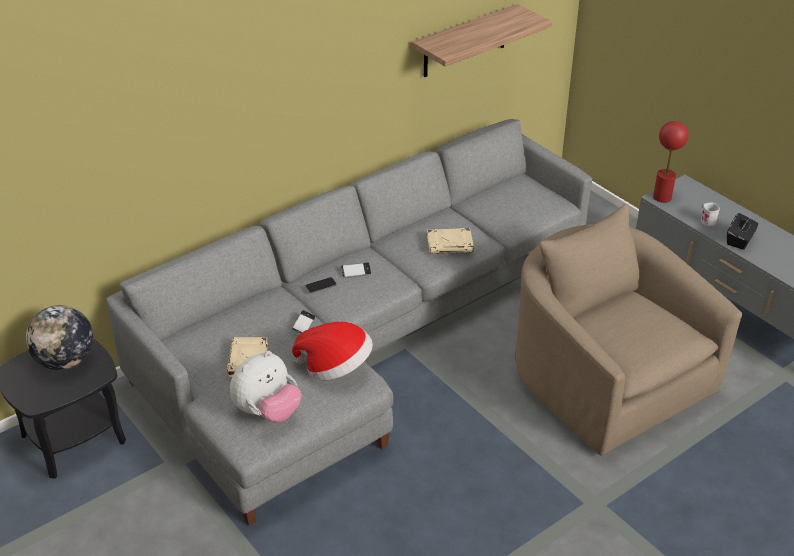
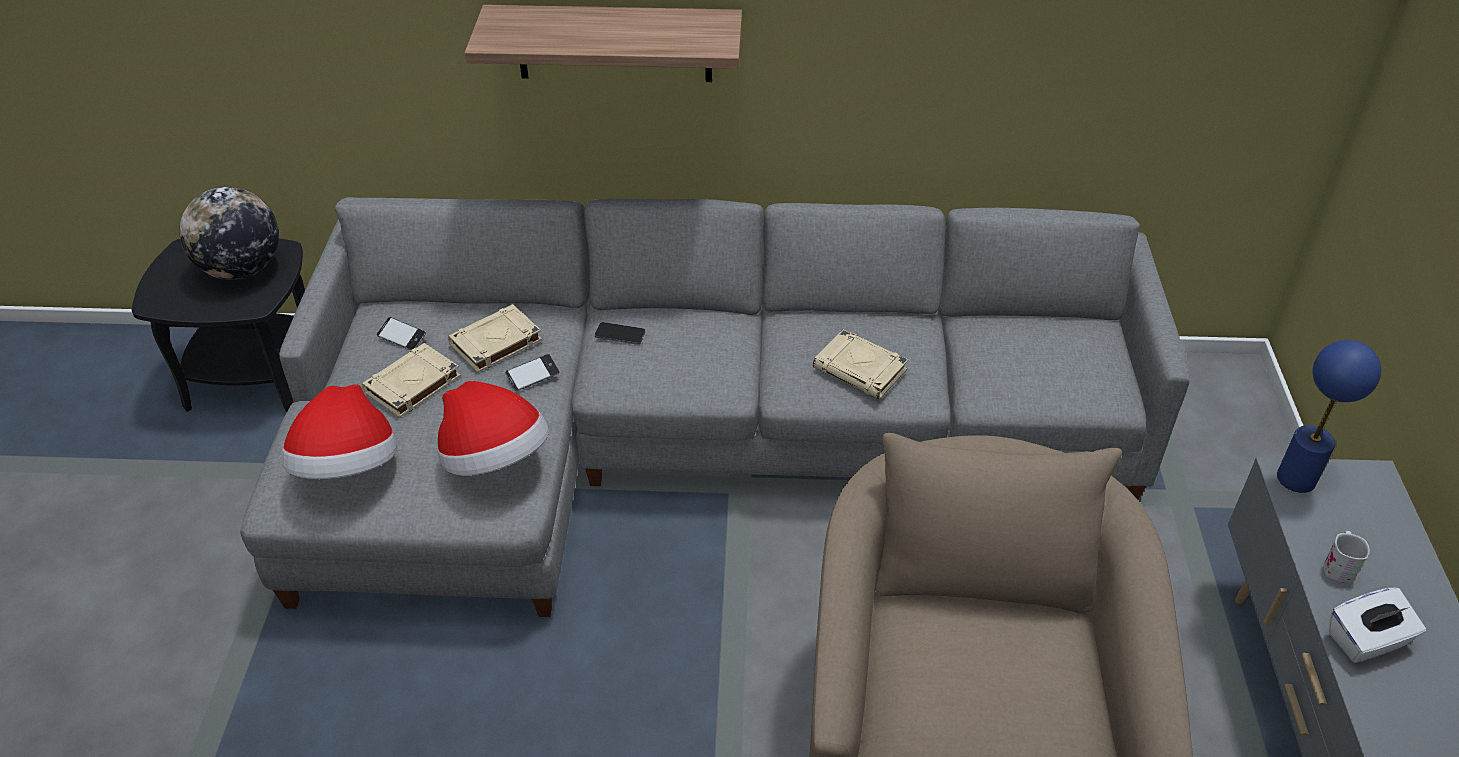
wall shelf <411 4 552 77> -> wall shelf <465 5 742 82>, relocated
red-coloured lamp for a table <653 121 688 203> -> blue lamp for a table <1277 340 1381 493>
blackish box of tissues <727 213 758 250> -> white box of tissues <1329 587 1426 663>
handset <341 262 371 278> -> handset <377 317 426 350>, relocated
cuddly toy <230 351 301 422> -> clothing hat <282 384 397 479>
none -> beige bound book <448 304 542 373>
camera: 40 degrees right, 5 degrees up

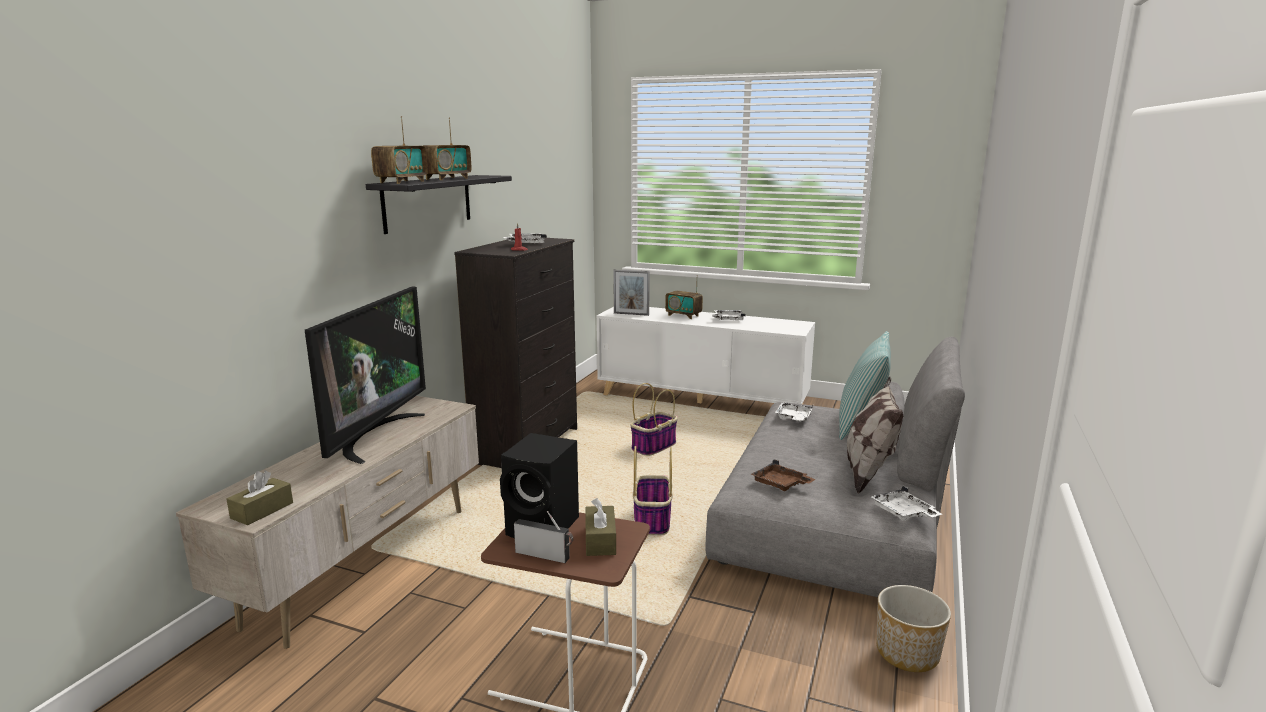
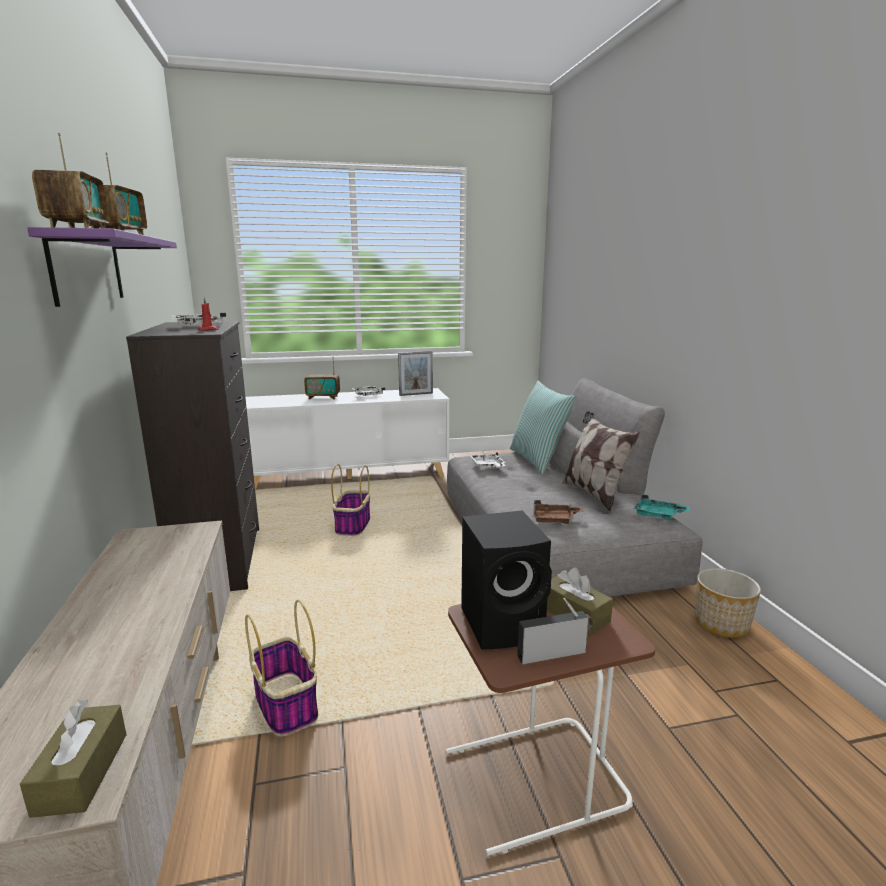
blackish wall shelf <366 175 512 234> -> purple wall shelf <27 227 177 307>
standing frame <613 270 650 316> -> standing frame <398 351 433 396>, relocated
television <305 287 426 464> -> none
basket <633 446 673 535> -> basket <245 600 318 736>, relocated
white tray <871 486 942 521> -> turquoise tray <634 494 690 520>
camera: 35 degrees left, 0 degrees up

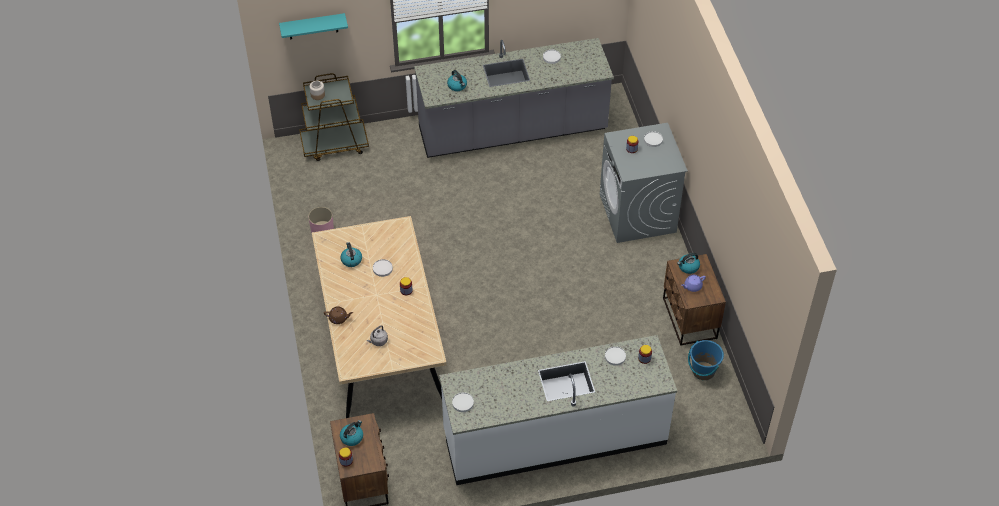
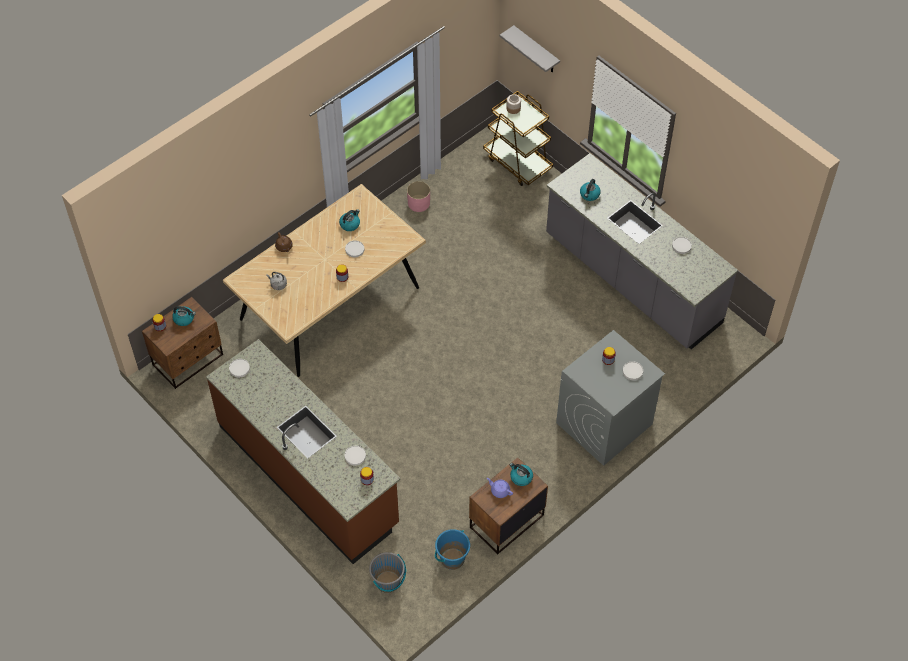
turquoise wall shelf <279 13 348 39> -> greyish wall shelf <499 25 560 72>
white kitchen counter <439 335 677 485> -> brown kitchen counter <206 339 401 564>
none -> greyish pail <369 552 406 593>
camera: 60 degrees right, 5 degrees up

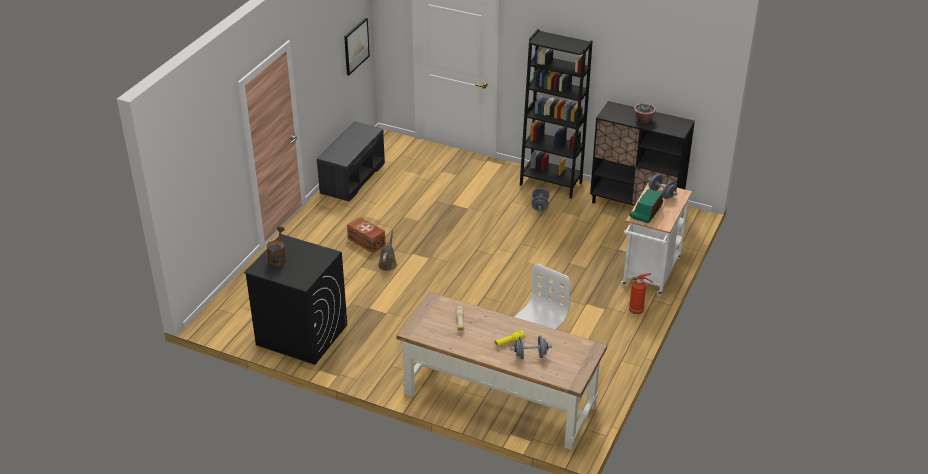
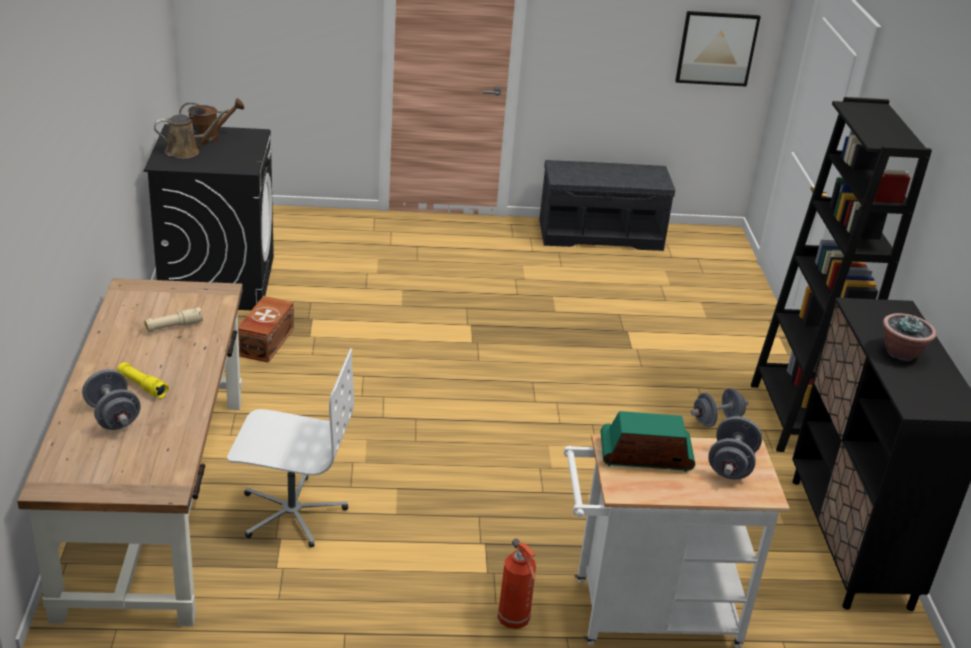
brown storage bin <347 217 386 253> -> brown storage bin <238 296 294 363>, relocated
brown sprinkling can <378 230 397 271> -> brown sprinkling can <154 109 229 159>, relocated
camera: 60 degrees right, 5 degrees down

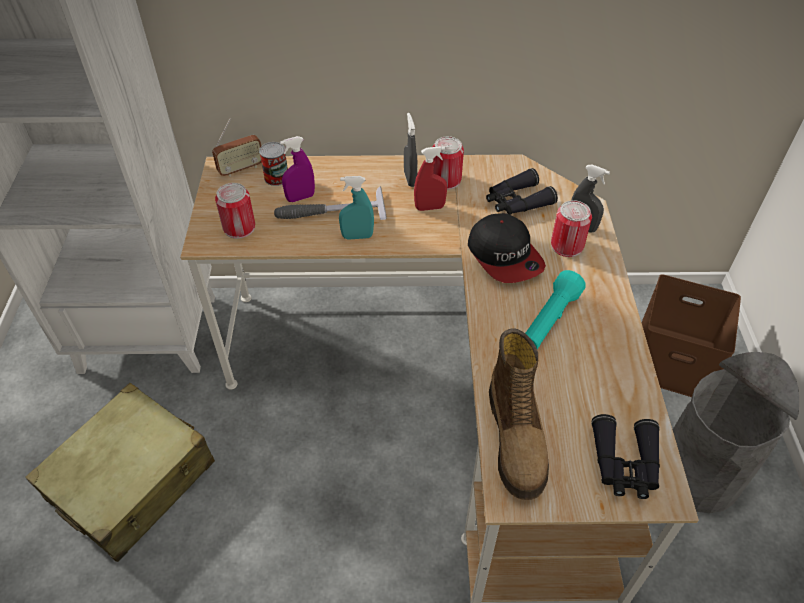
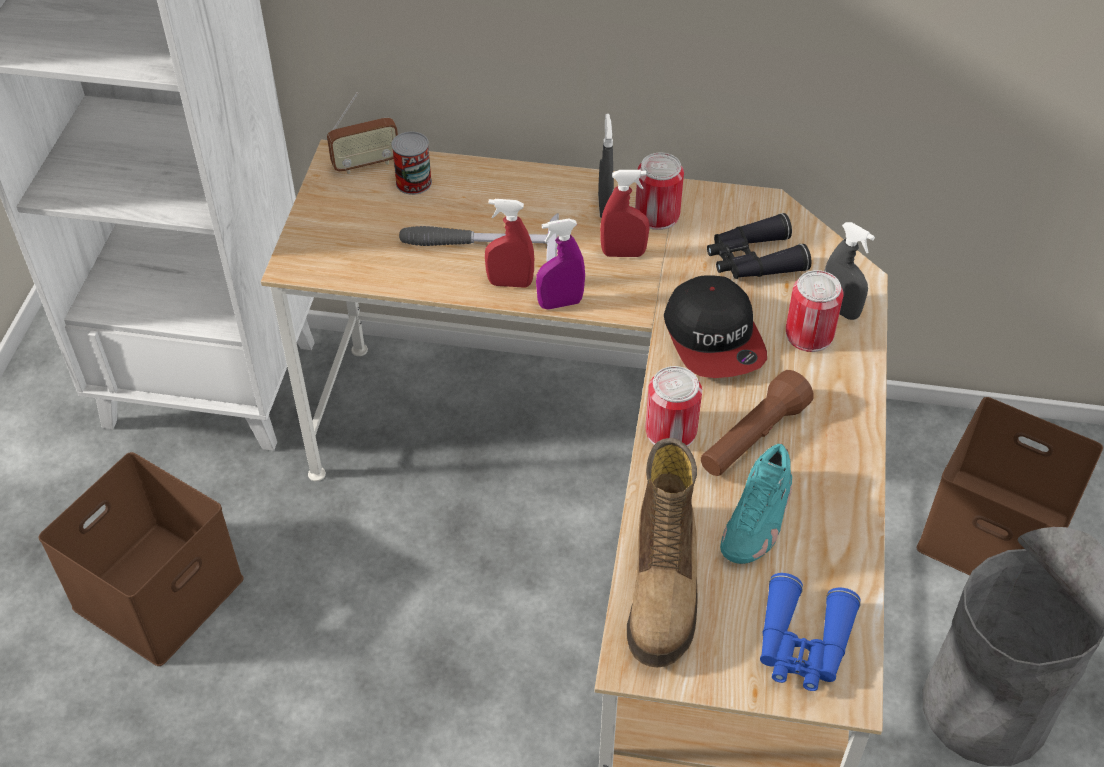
purple spray bottle <280 136 315 202> -> purple spray bottle <536 219 585 310>, relocated
turquoise spray bottle <339 176 374 240> -> red-coloured spray bottle <485 199 534 288>
metal can <215 183 255 239> -> metal can <645 366 702 447>, relocated
turquoise hand torch <525 270 585 349> -> brown hand torch <701 370 814 476>
beige suitcase <25 383 215 562> -> brown storage bin <38 452 244 666>
blackish pair of binoculars <591 414 660 499> -> blue pair of binoculars <760 573 861 691>
none -> turquoise item of footwear <720 443 792 564>
camera: 10 degrees right, 0 degrees up

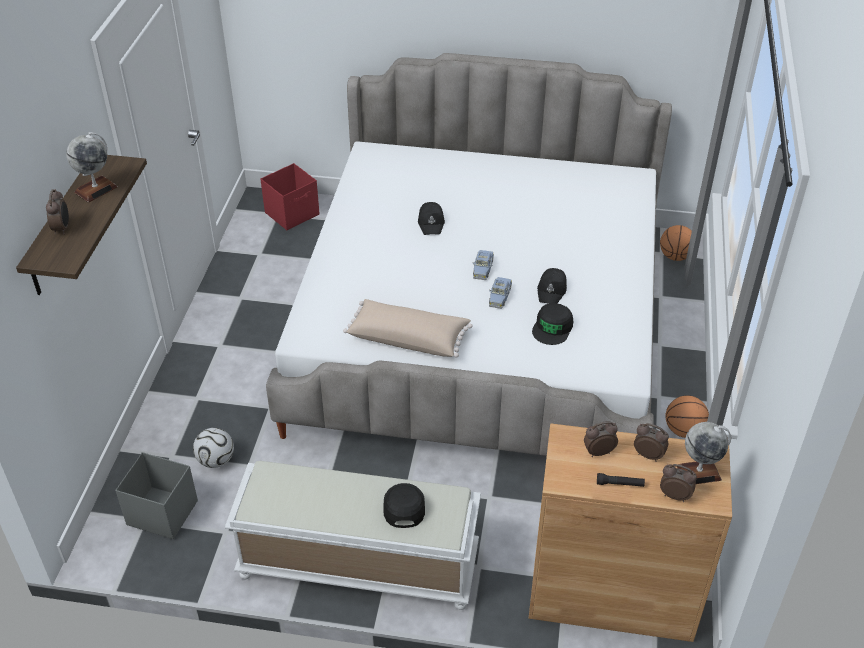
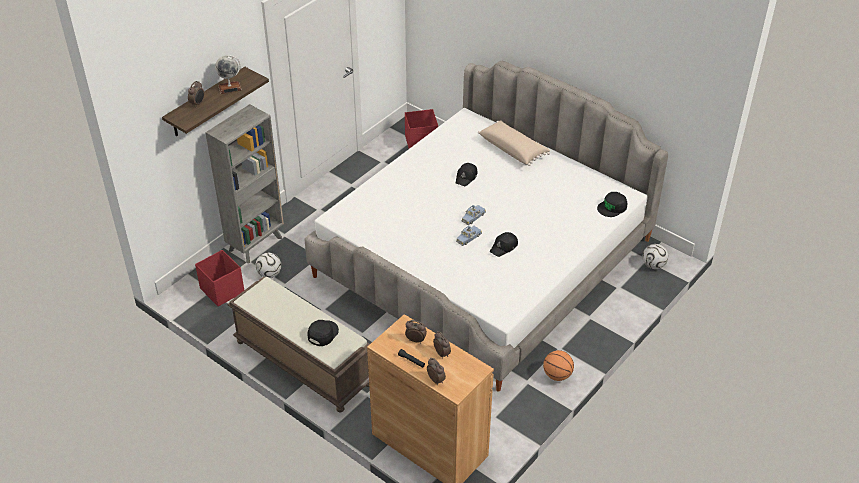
basketball <660 225 692 261> -> football ball <643 244 668 269>
beige pillow <343 299 473 358> -> beige pillow <478 120 550 166>, relocated
blackish cap <532 303 573 345> -> blackish cap <597 192 627 217>, relocated
desk globe <677 422 731 484> -> none
greyish storage bin <115 452 198 539> -> red-coloured storage bin <195 250 244 307>
white long seat <225 461 481 610> -> brown long seat <227 277 370 413>
none -> greyish shelving unit <205 104 284 263>
camera: 30 degrees right, 0 degrees up

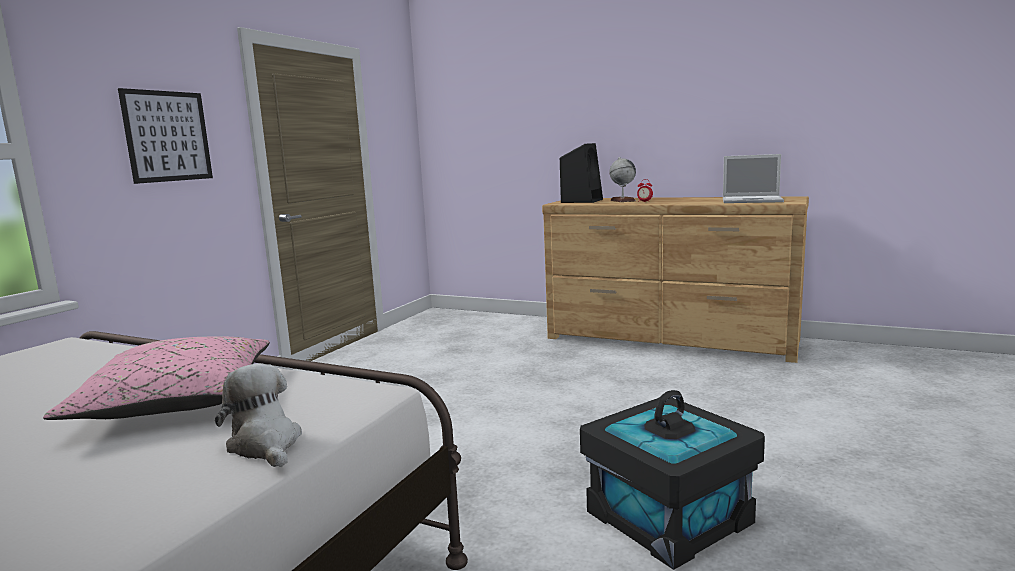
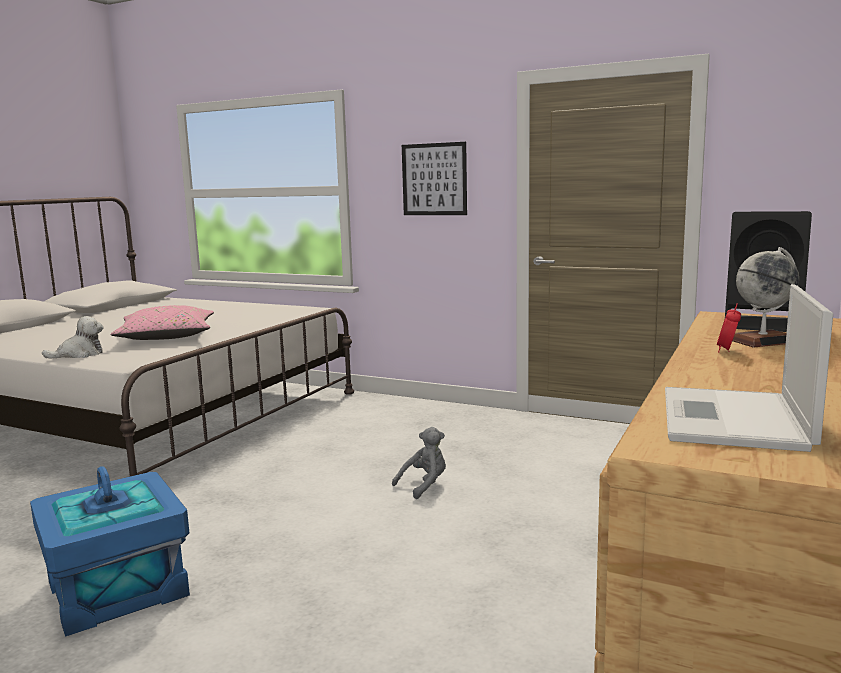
blackish storage bin <580 390 765 570> -> blue storage bin <30 466 190 637>
none -> greyish cuddly toy <392 427 446 499>
camera: 90 degrees right, 0 degrees up

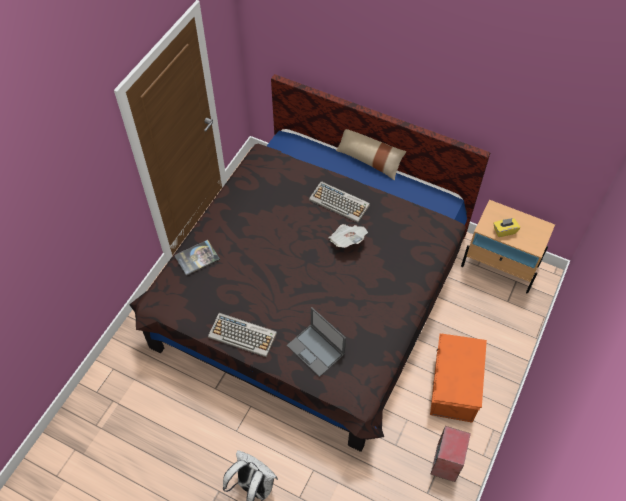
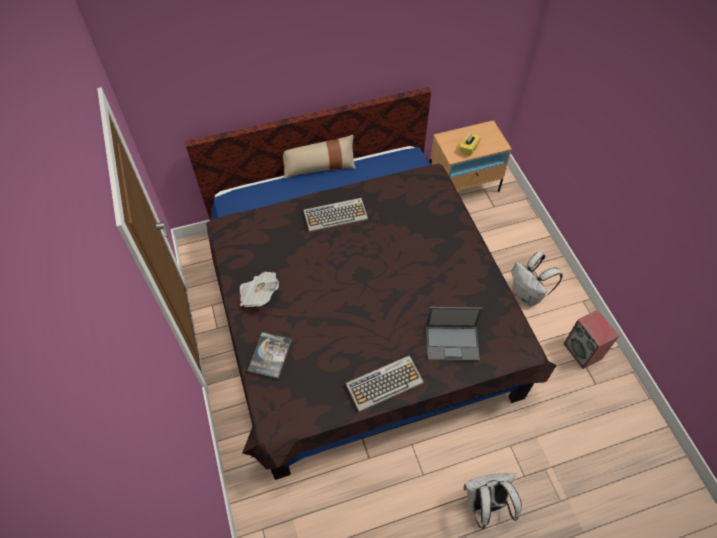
printed paper <328 224 368 248> -> printed paper <240 272 279 307>, relocated
orange storage bin <430 333 487 422> -> white rucksack <511 252 563 306>
camera: 45 degrees left, 0 degrees up

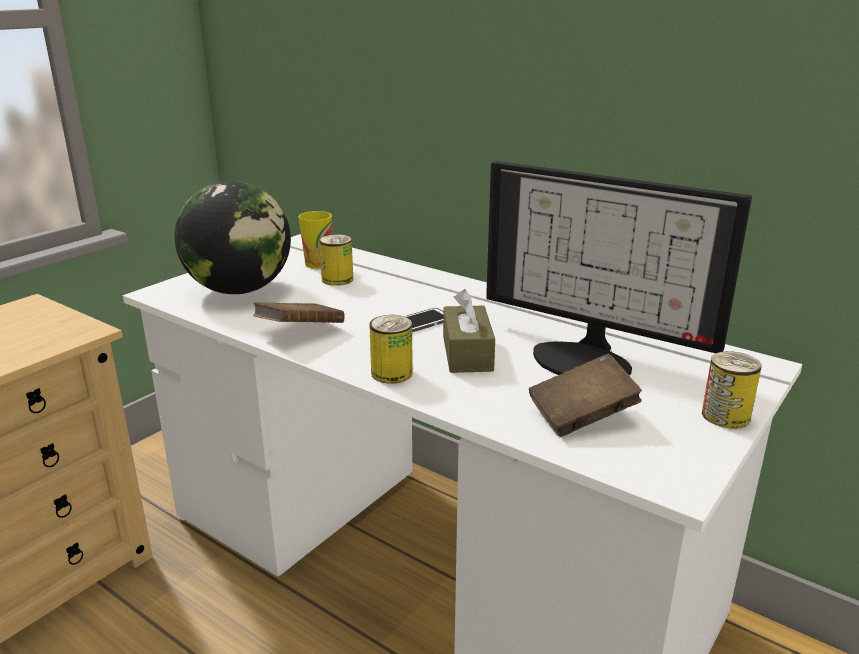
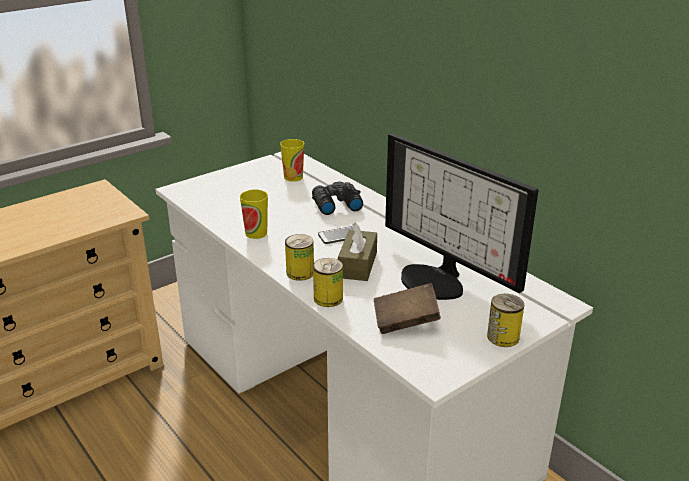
desk globe <174 181 291 294> -> none
metal can <319 234 353 286> -> metal can <313 258 343 307>, relocated
brown bound book <253 302 345 323> -> cup <240 190 268 239>
none -> blackish pair of binoculars <312 182 363 215>
camera: 15 degrees right, 5 degrees up

